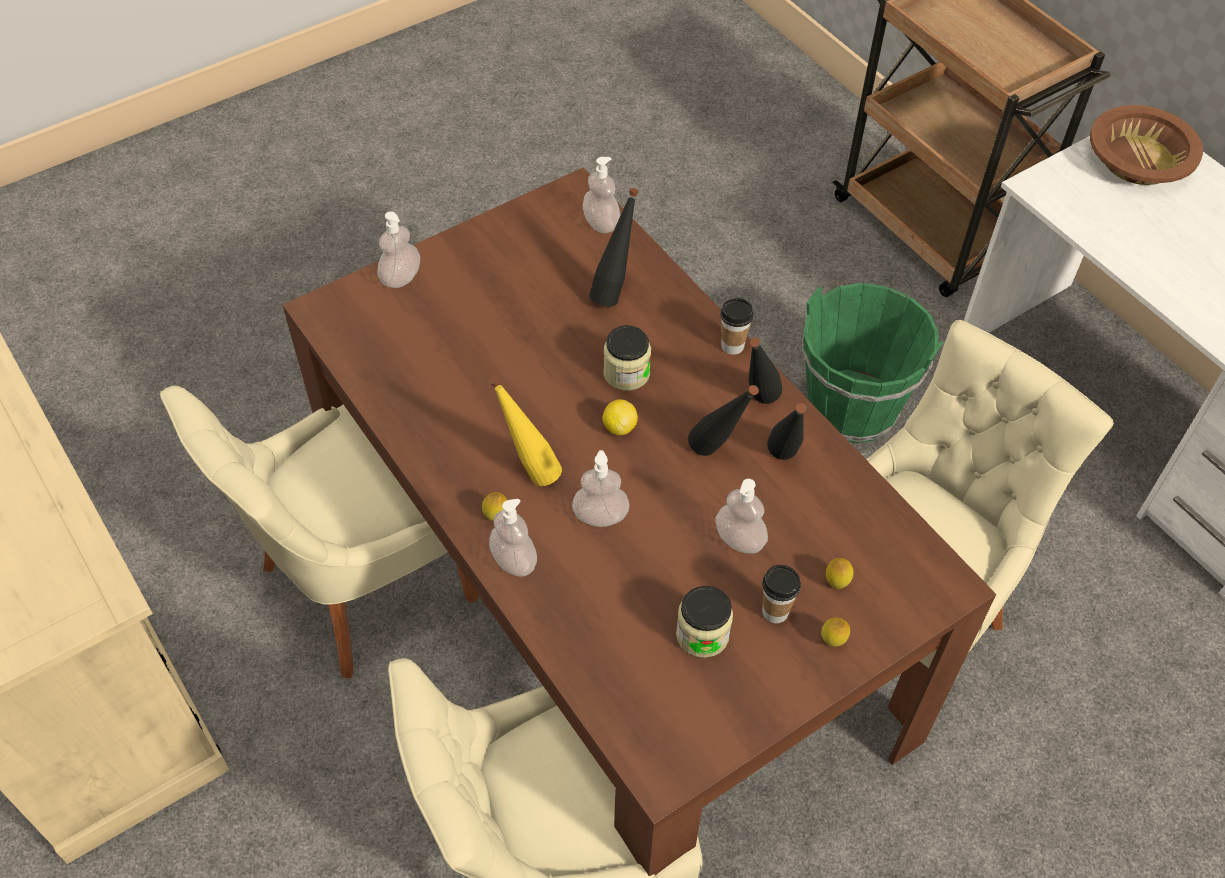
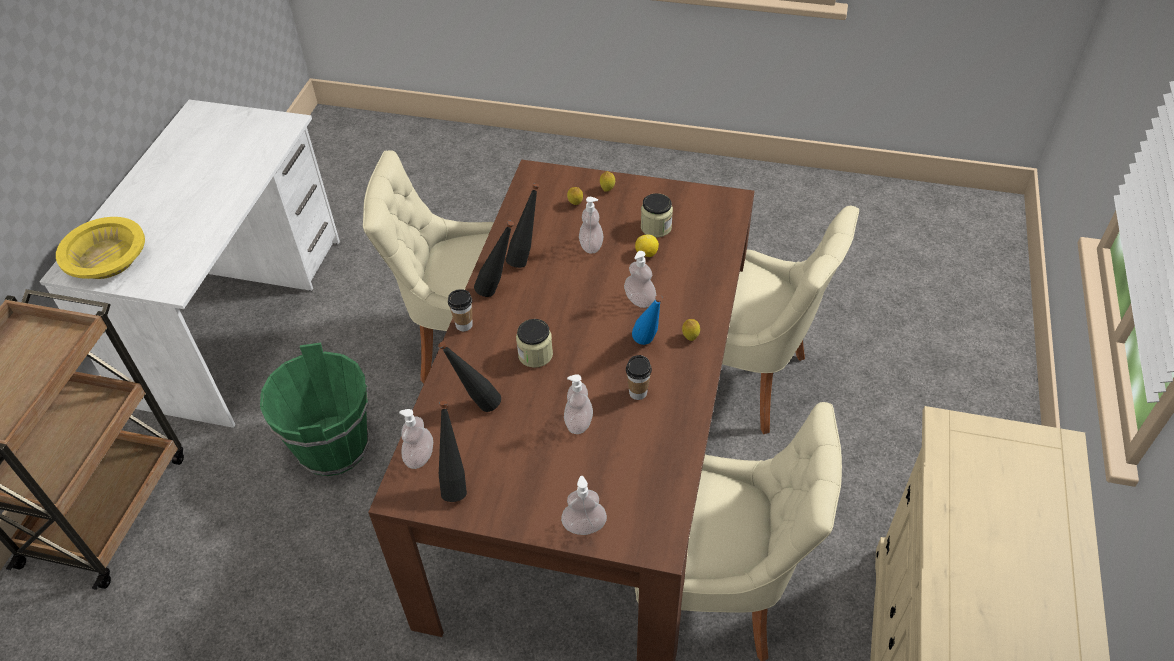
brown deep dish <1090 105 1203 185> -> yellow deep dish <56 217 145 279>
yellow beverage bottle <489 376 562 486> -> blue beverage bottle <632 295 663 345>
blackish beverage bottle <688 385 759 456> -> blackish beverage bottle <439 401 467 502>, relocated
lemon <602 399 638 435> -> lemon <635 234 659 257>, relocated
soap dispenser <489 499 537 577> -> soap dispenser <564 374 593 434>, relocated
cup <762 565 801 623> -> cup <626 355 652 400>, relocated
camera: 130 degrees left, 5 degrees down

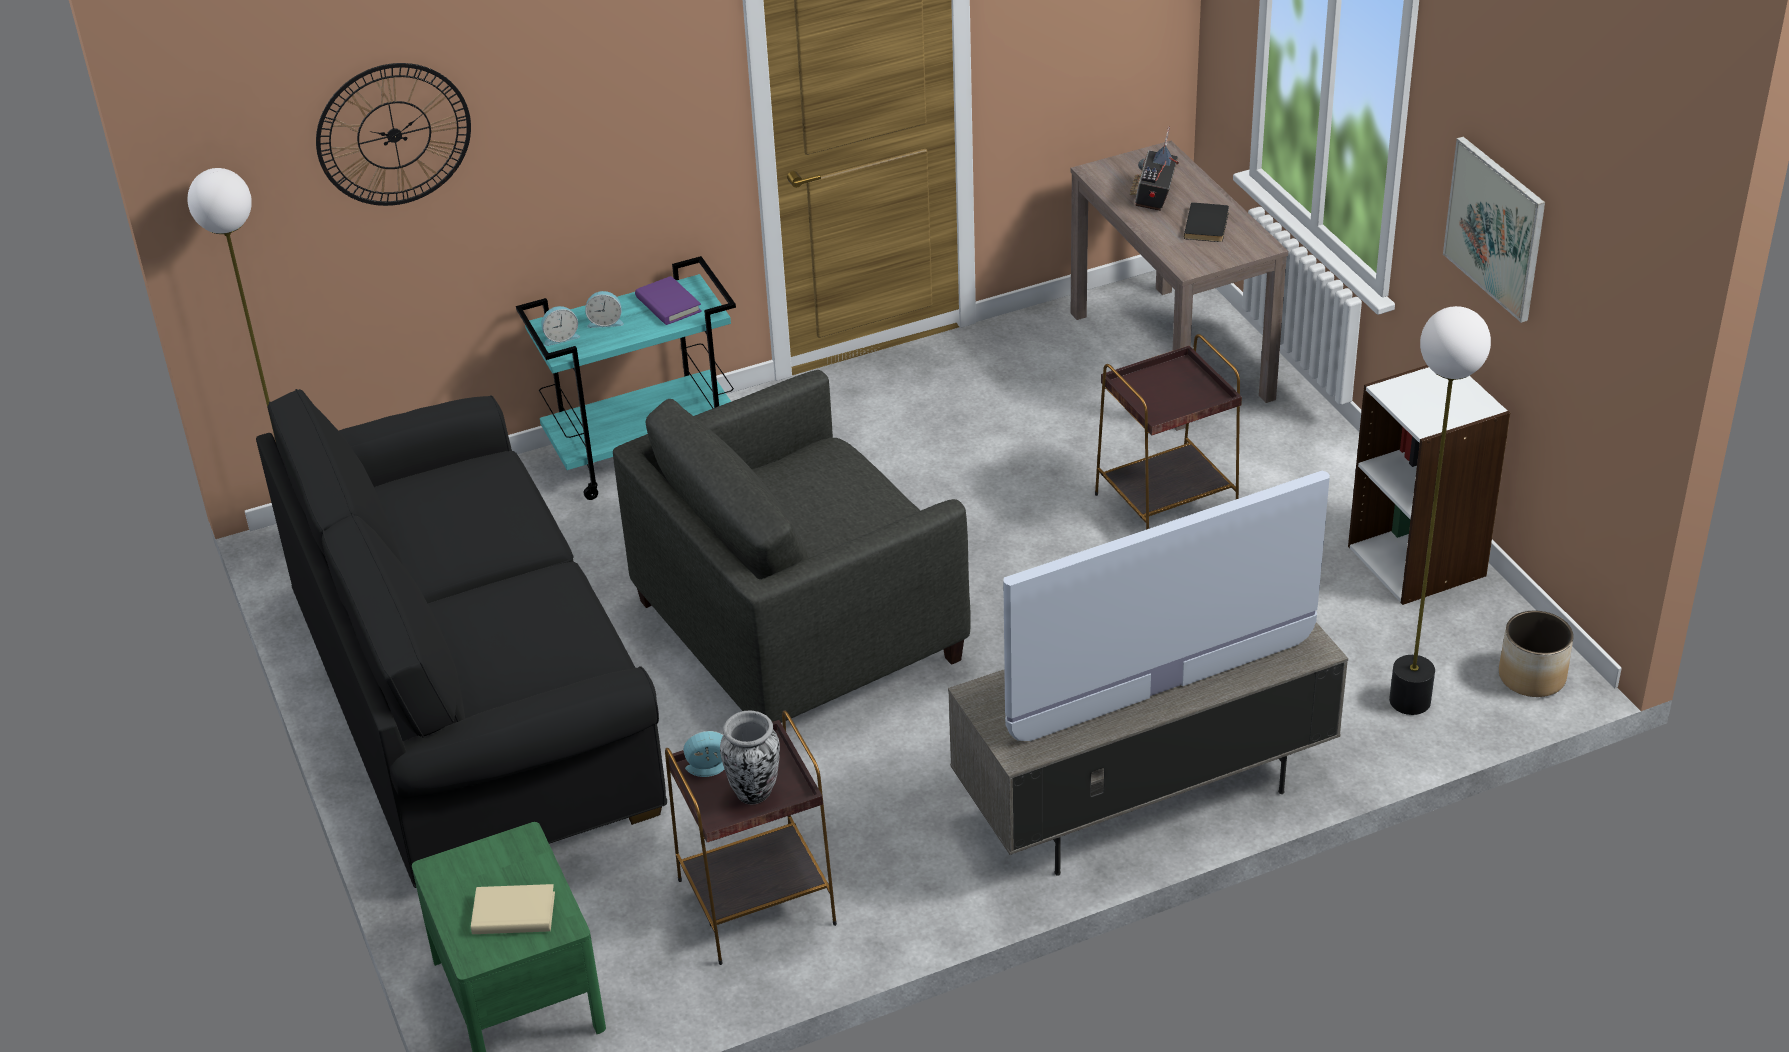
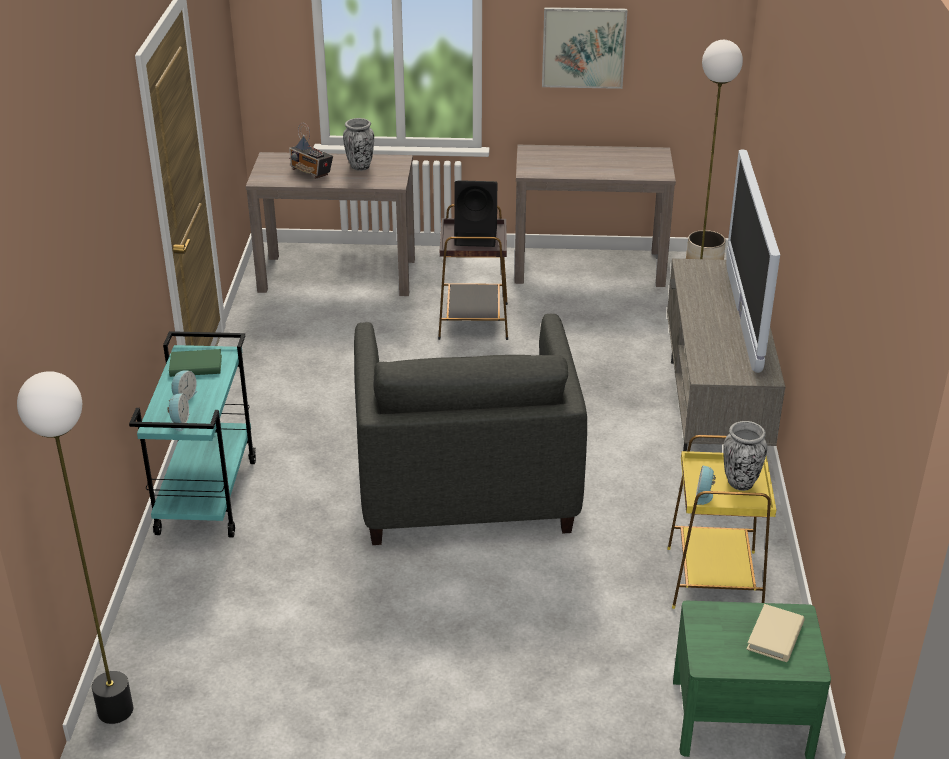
clock on the wall <316 63 471 206> -> none
blackish bound book <1184 202 1229 242> -> decorative vase <343 118 374 171>
purple bound book <635 276 702 325> -> green bound book <169 349 222 377>
white shelving unit <1348 365 1510 605> -> brown hall table <515 145 676 287>
blackish couch <256 389 667 888> -> none
brown accent table <665 711 837 965> -> yellow accent table <667 435 776 609>
none -> blackish loudspeaker <454 180 497 247>
camera: 65 degrees left, 5 degrees down

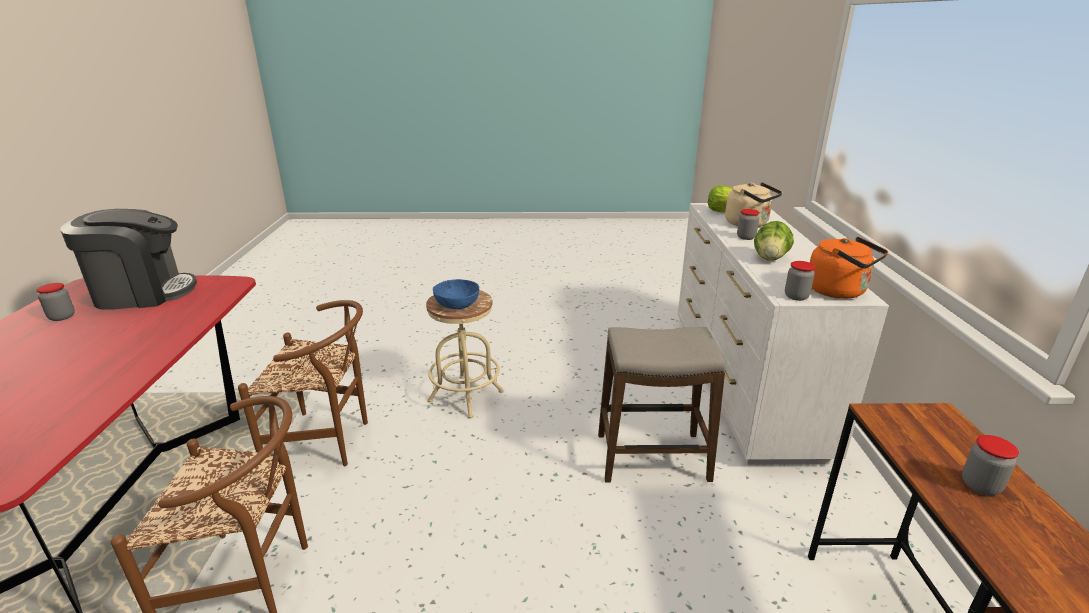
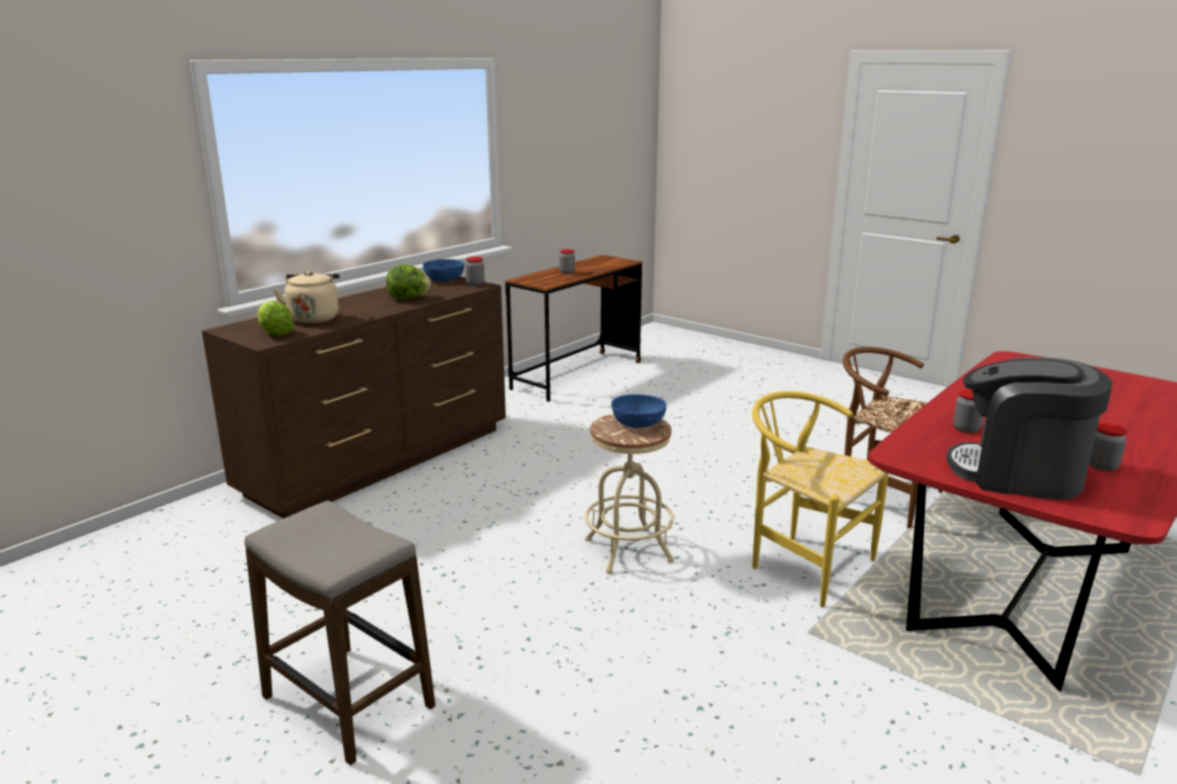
white dresser <678 203 889 465> -> brown dresser <202 276 506 519>
preserve jar <737 209 760 240> -> preserve jar <953 389 983 433>, relocated
orange tea kettle <810 237 888 299> -> blue deep dish <423 259 464 282>
brown upright chair <238 300 368 466> -> yellow upright chair <752 391 889 608>
stool <598 327 726 483> -> stool <245 501 435 765>, relocated
camera: 140 degrees left, 5 degrees down

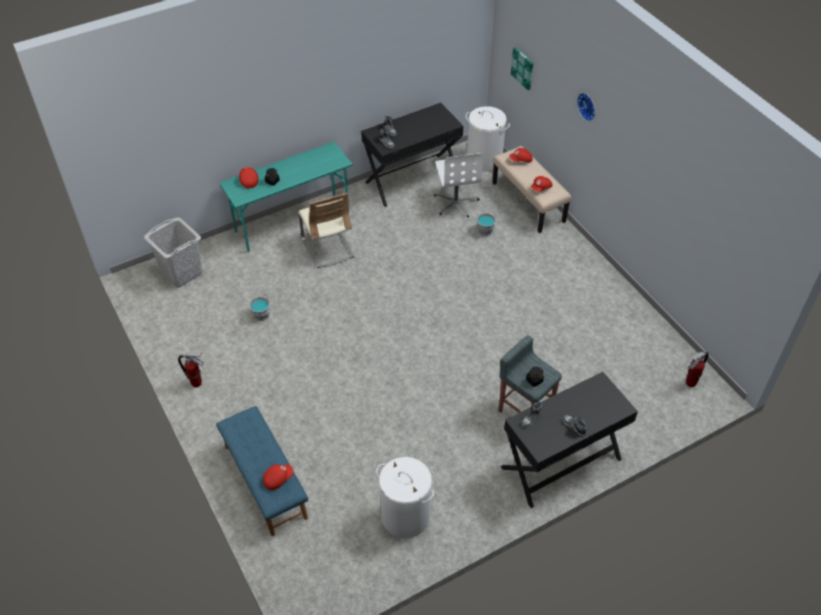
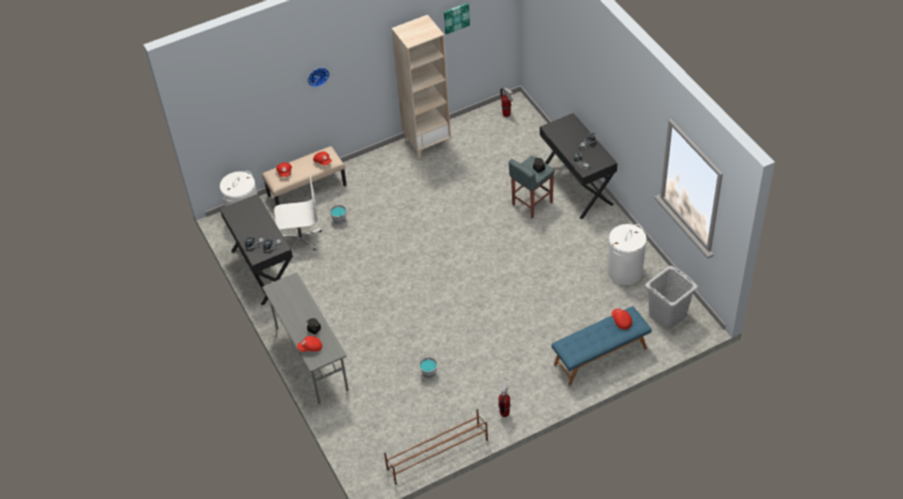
wall picture <511 47 533 90> -> wall picture <444 3 470 34>, relocated
turquoise desk table <219 142 353 252> -> greyish desk table <262 272 349 404>
beige upright chair <298 193 355 268> -> none
greyish washing basket <144 217 202 288> -> greyish washing basket <645 266 698 329>, relocated
none -> beige shelving unit <392 15 451 158>
none -> brown shoe rack <384 409 488 485>
camera: 85 degrees left, 0 degrees up

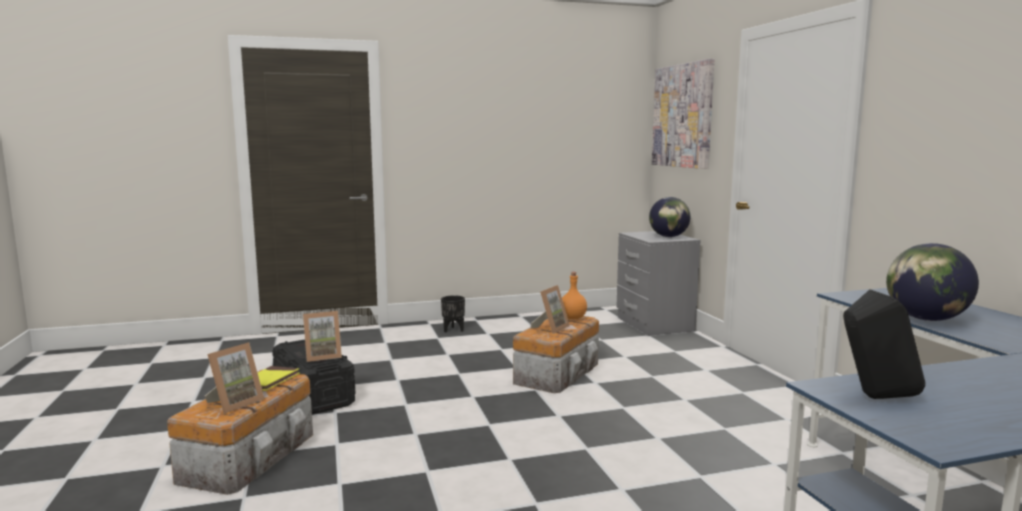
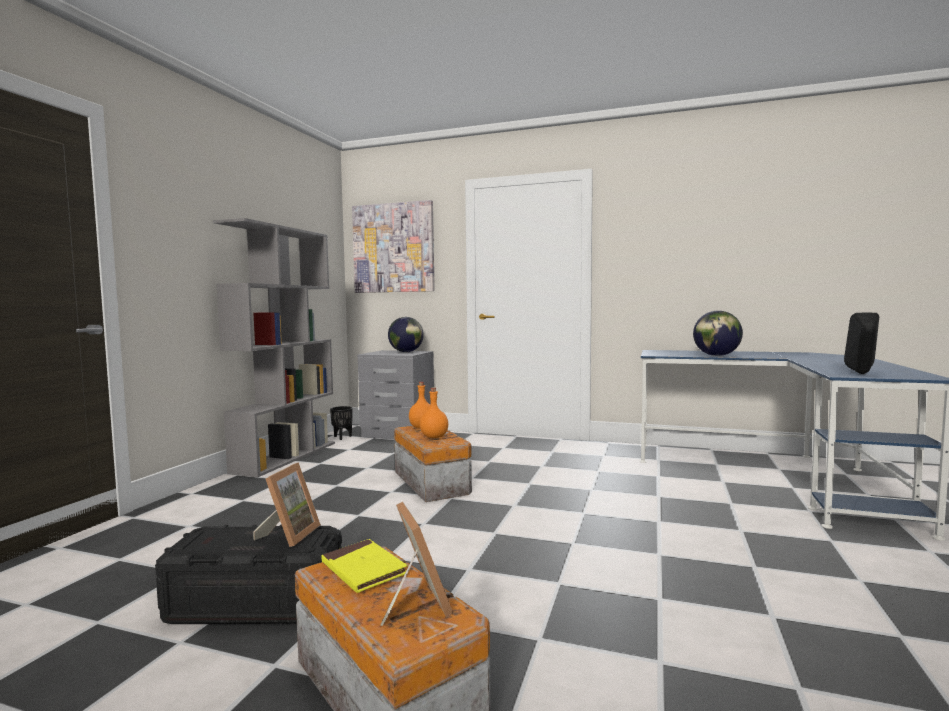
standing frame <531 285 570 334> -> orange beverage bottle <420 387 448 438>
blackish flower pot <441 295 465 332> -> blackish flower pot <330 406 353 440>, relocated
none -> greyish shelving unit <213 218 335 478>
camera: 55 degrees left, 5 degrees down

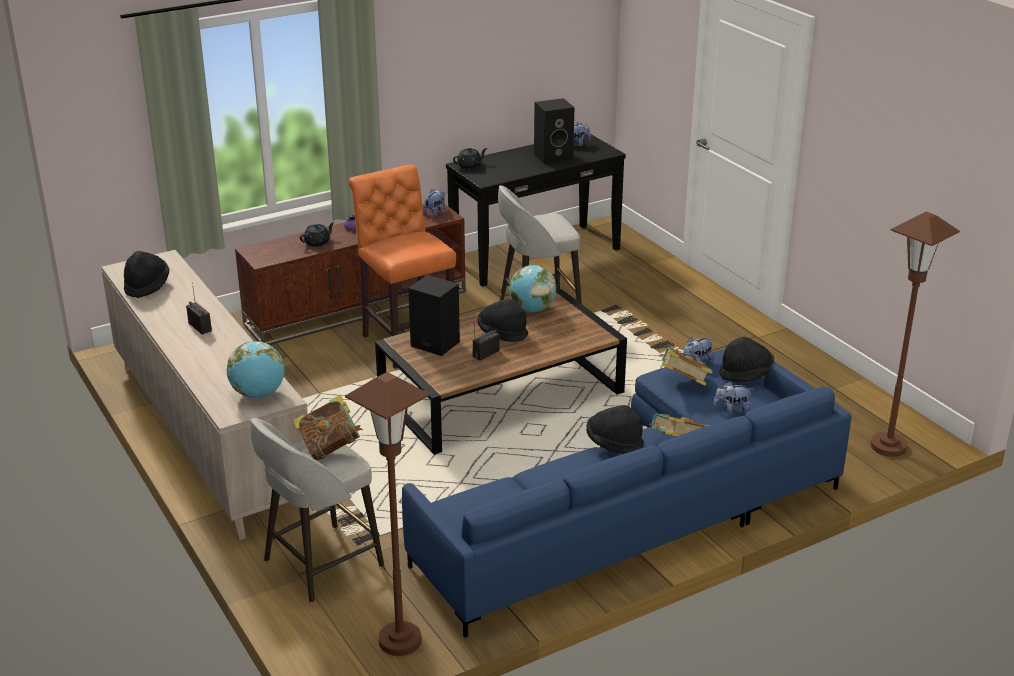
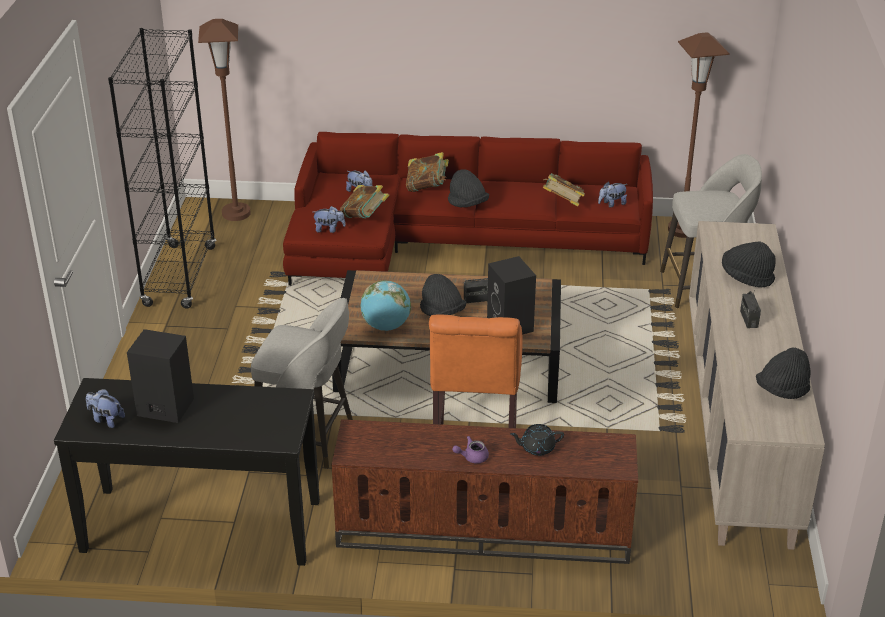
blackish teapot <453 148 487 169> -> none
cuddly toy <423 189 445 217> -> cuddly toy <598 182 627 208>, relocated
blackish clothing hat <719 337 774 382> -> blackish clothing hat <722 241 776 287>, relocated
desk globe <227 341 285 398> -> none
blue couch <402 350 851 638> -> red-coloured couch <283 132 653 286>
bound book <293 395 363 461> -> bound book <543 173 585 206>, relocated
none -> blackish shelving unit <108 28 216 309>
camera: 145 degrees left, 5 degrees up

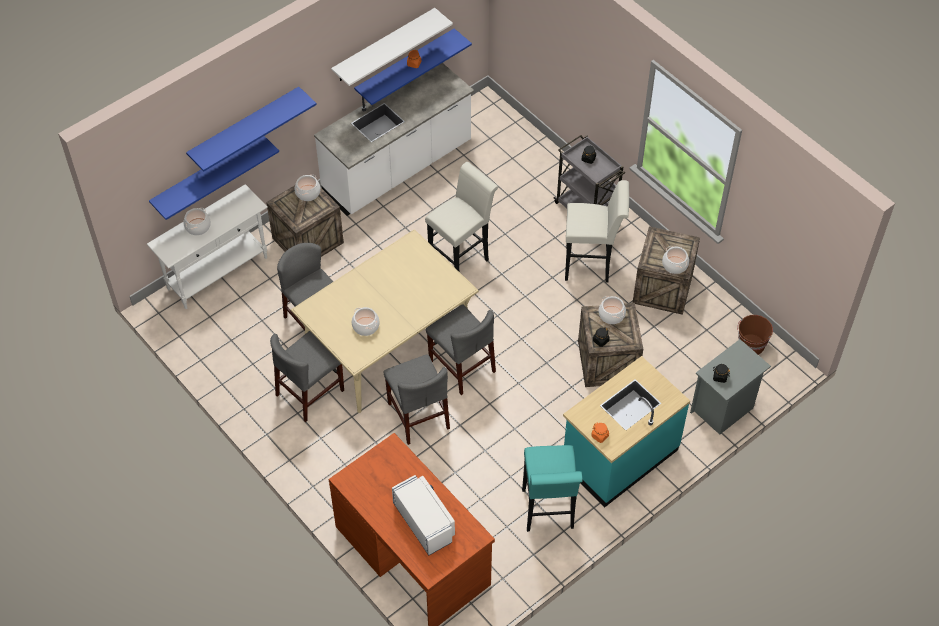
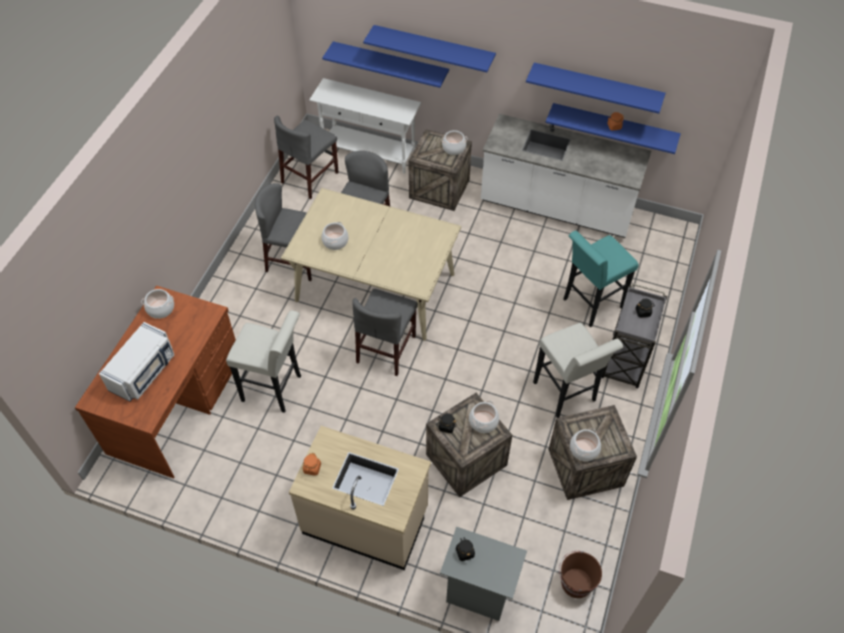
white wall shelf <331 8 453 86> -> blue wall shelf <526 63 665 114>
white stool <425 162 498 271> -> white stool <226 311 301 413>, relocated
cooking pot <184 208 211 235> -> cooking pot <141 289 174 319>, relocated
greyish upright chair <383 354 450 445> -> greyish upright chair <274 116 339 199>, relocated
turquoise kitchen counter <563 356 690 507> -> beige kitchen counter <289 426 431 570>
turquoise stool <522 445 583 532> -> turquoise stool <563 231 639 327>, relocated
camera: 60 degrees right, 0 degrees up

